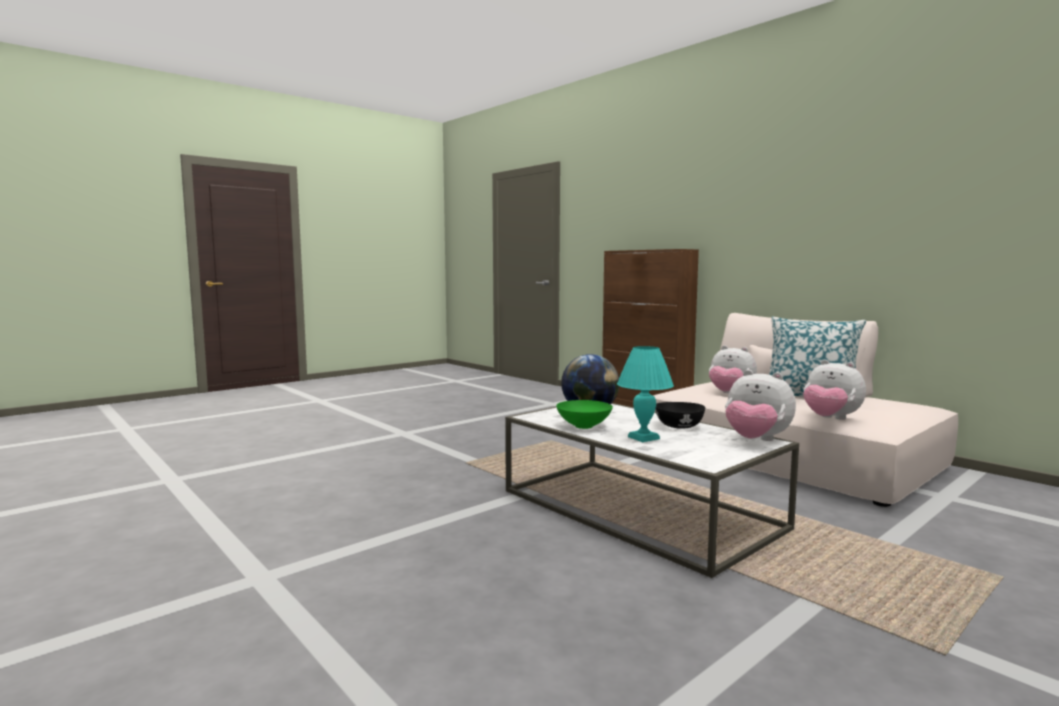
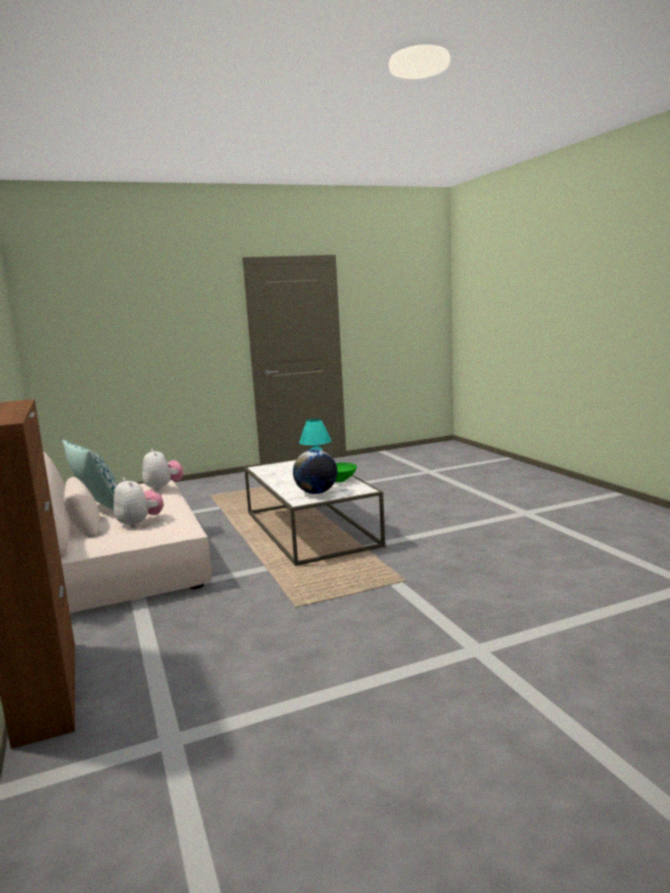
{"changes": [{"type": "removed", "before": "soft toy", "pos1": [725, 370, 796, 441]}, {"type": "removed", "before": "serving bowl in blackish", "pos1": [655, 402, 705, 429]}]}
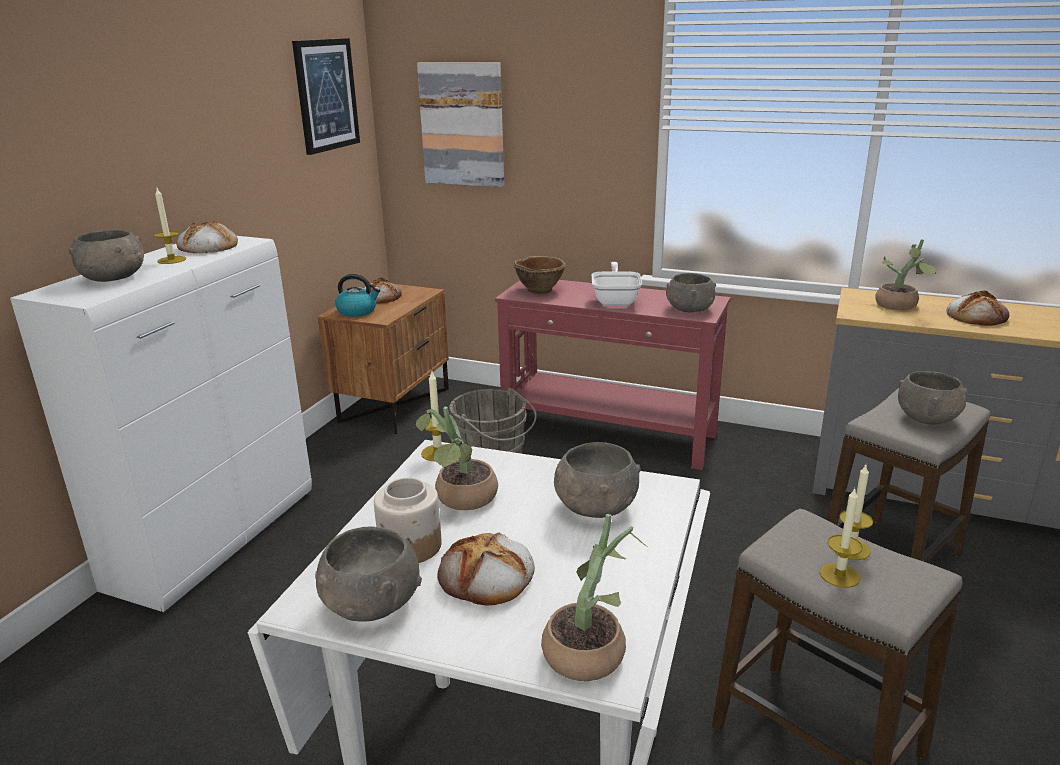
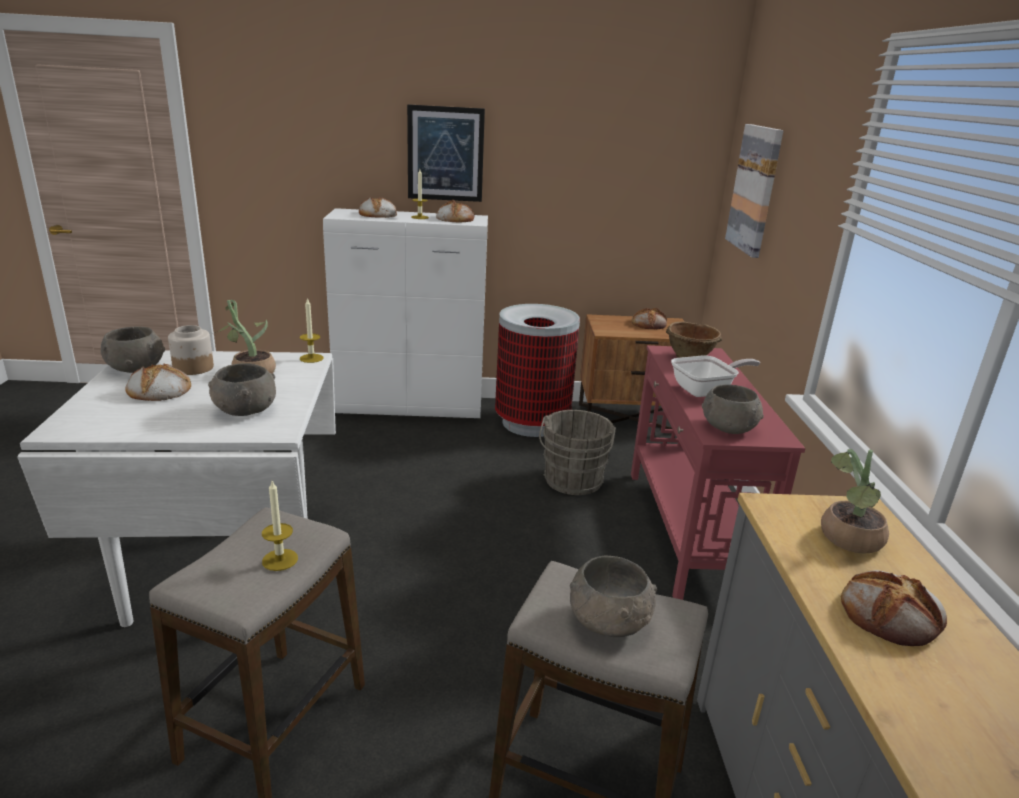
{"changes": [{"type": "moved", "before": "wall picture", "pos1": [292, 38, 360, 155], "pos2": [407, 104, 485, 202]}, {"type": "replaced", "before": "serving bowl in grey", "after": "baked bread", "pos1": [69, 230, 144, 282], "pos2": [359, 197, 397, 218]}, {"type": "removed", "before": "kettle", "pos1": [335, 274, 381, 317]}, {"type": "removed", "before": "candle", "pos1": [820, 488, 863, 588]}, {"type": "removed", "before": "houseplant", "pos1": [541, 514, 647, 681]}, {"type": "added", "after": "waste bin", "pos2": [495, 304, 580, 437]}]}
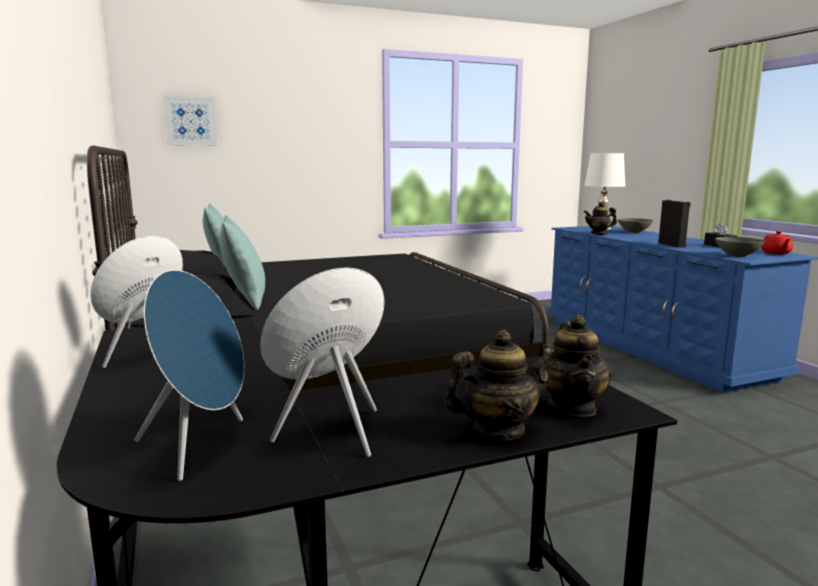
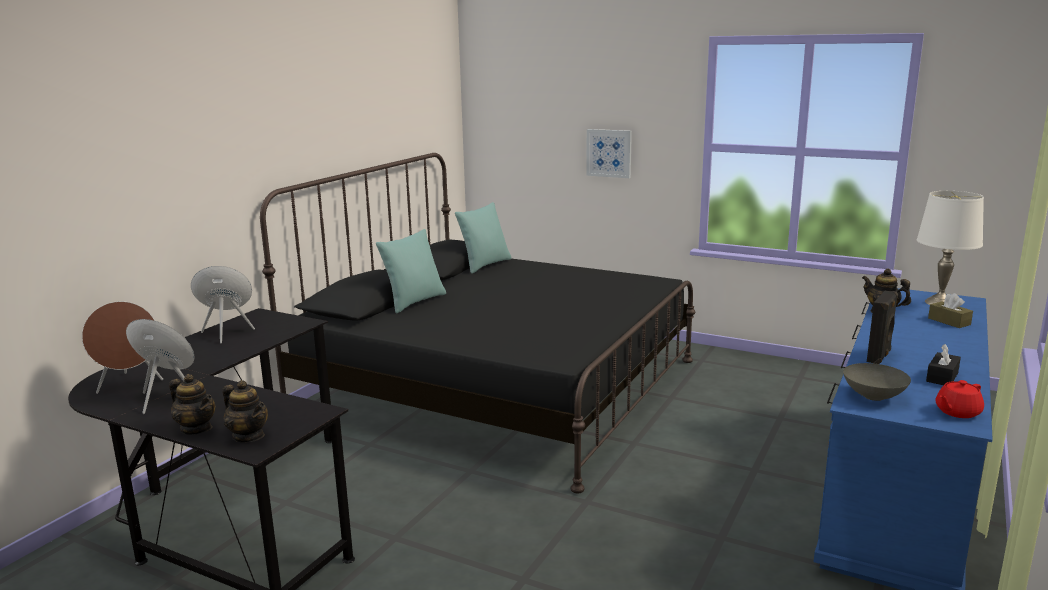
{"changes": [{"type": "moved", "before": "wall picture", "pos1": [163, 95, 217, 146], "pos2": [586, 129, 632, 178]}, {"type": "replaced", "before": "serving bowl in grey", "after": "box of tissues in brown-coloured", "pos1": [618, 218, 653, 233], "pos2": [928, 293, 973, 328]}, {"type": "recoloured", "before": "loudspeaker in blue", "after": "loudspeaker in brown-coloured", "pos1": [134, 270, 244, 481], "pos2": [82, 301, 163, 394]}, {"type": "turned", "before": "teapot", "pos1": [545, 315, 612, 417], "pos2": [223, 380, 268, 442], "turn": -105}]}
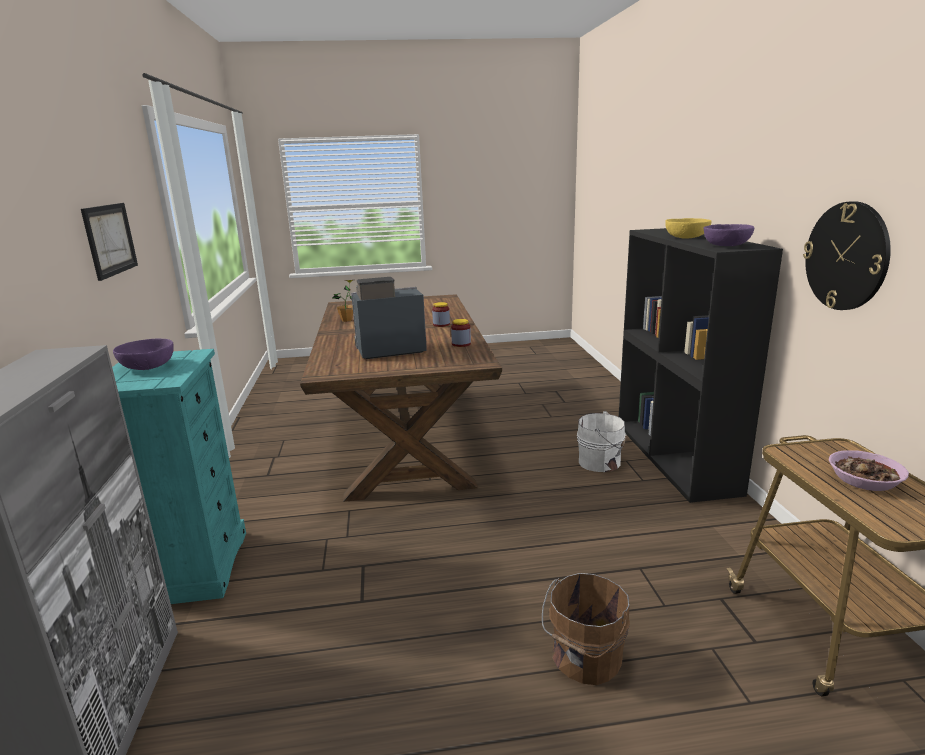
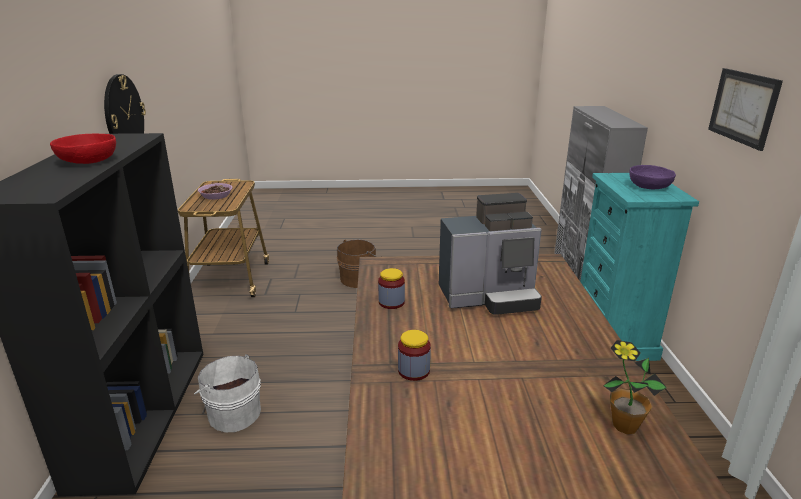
{"changes": [{"type": "recoloured", "before": "serving bowl in yellow", "after": "serving bowl in red", "pos1": [665, 218, 712, 239], "pos2": [50, 133, 116, 164]}, {"type": "removed", "before": "serving bowl in purplish", "pos1": [704, 224, 754, 246]}]}
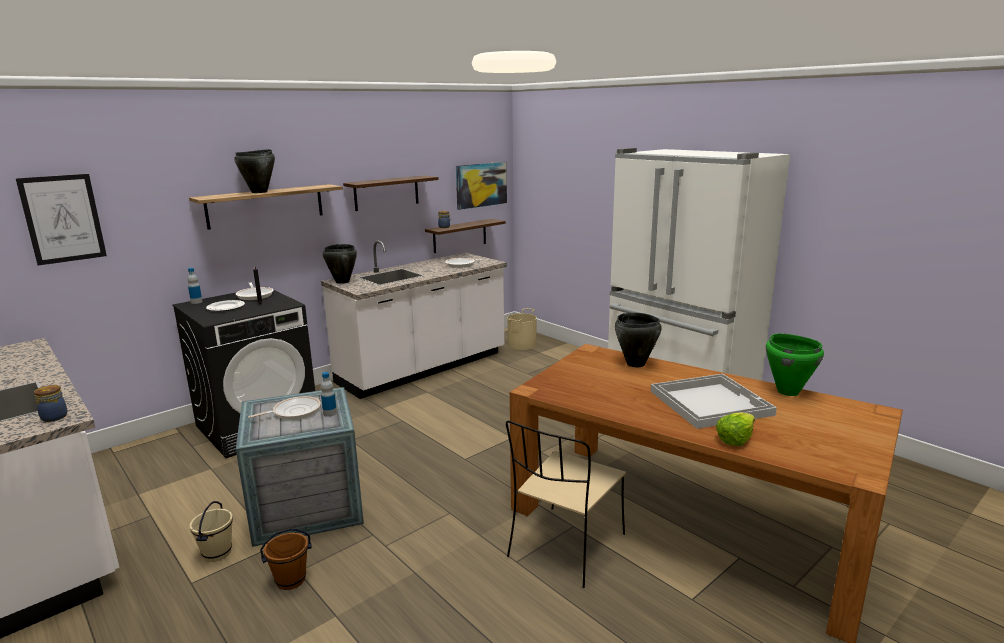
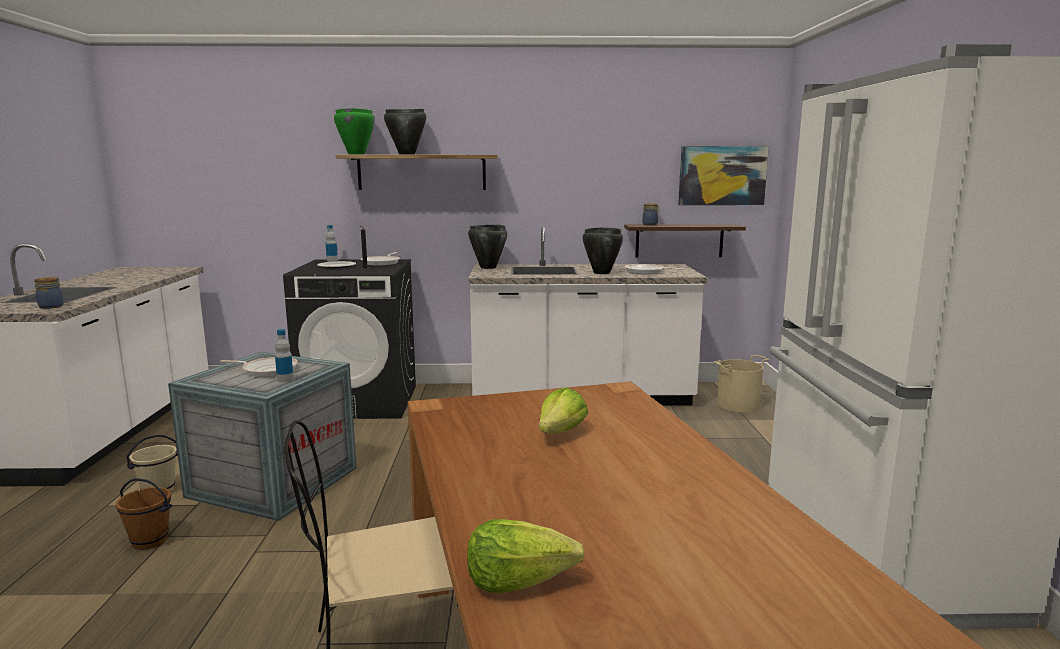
{"changes": [{"type": "removed", "before": "wall picture", "pos1": [16, 174, 107, 265]}, {"type": "removed", "before": "wall shelf", "pos1": [343, 175, 439, 211]}, {"type": "moved", "before": "cooking pot in blackish", "pos1": [615, 312, 662, 367], "pos2": [582, 227, 623, 274]}, {"type": "moved", "before": "cooking pot in green-coloured", "pos1": [766, 334, 824, 396], "pos2": [334, 108, 375, 155]}, {"type": "removed", "before": "tray in white", "pos1": [651, 374, 777, 429]}, {"type": "added", "after": "head of lettuce", "pos2": [539, 387, 588, 434]}]}
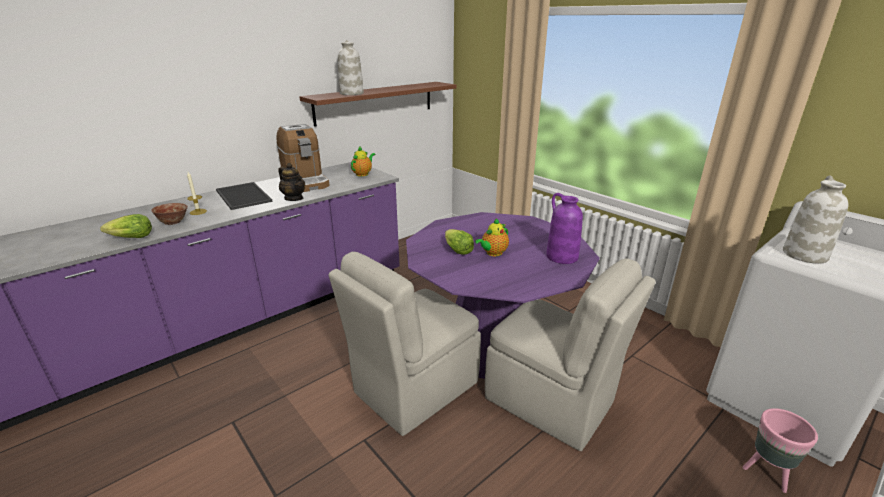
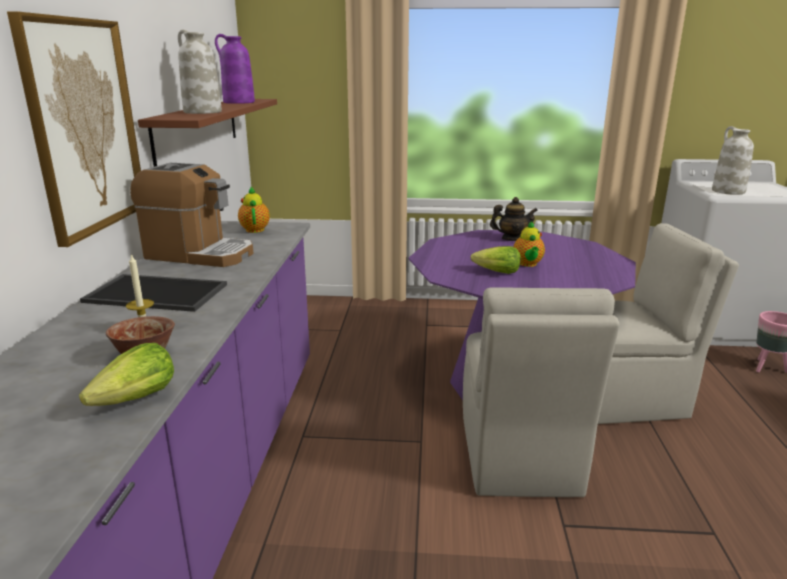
{"changes": [{"type": "moved", "before": "teapot", "pos1": [278, 163, 305, 201], "pos2": [490, 197, 538, 241]}, {"type": "moved", "before": "flower vase in purplish", "pos1": [546, 193, 583, 264], "pos2": [215, 34, 255, 104]}, {"type": "added", "after": "wall picture", "pos2": [7, 12, 141, 247]}]}
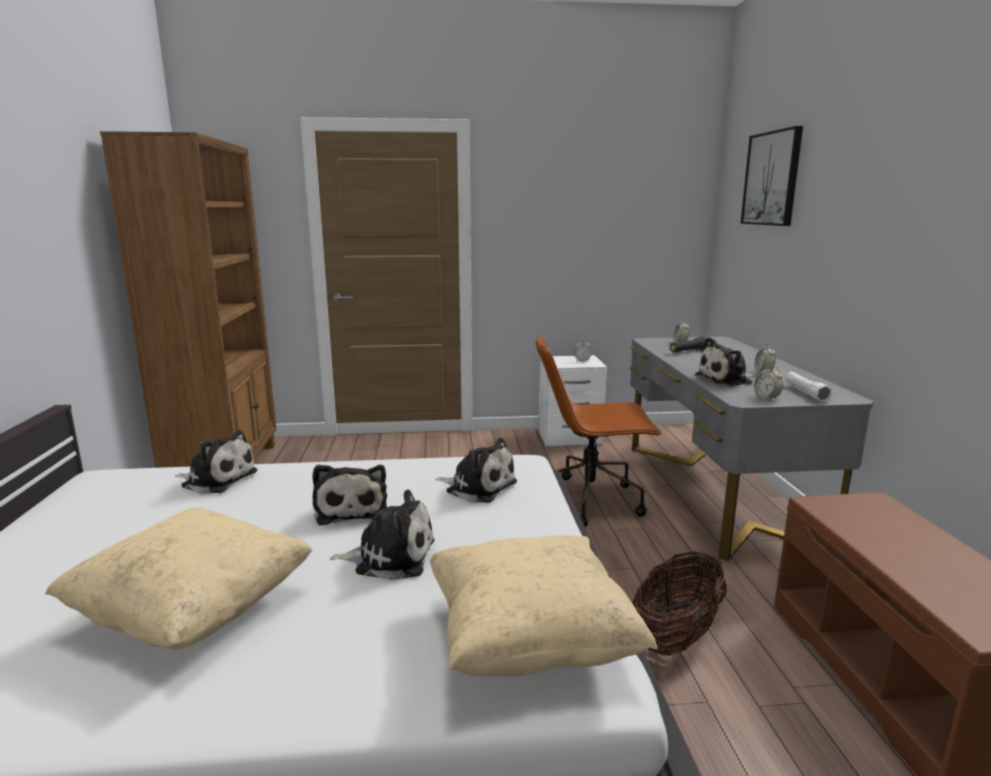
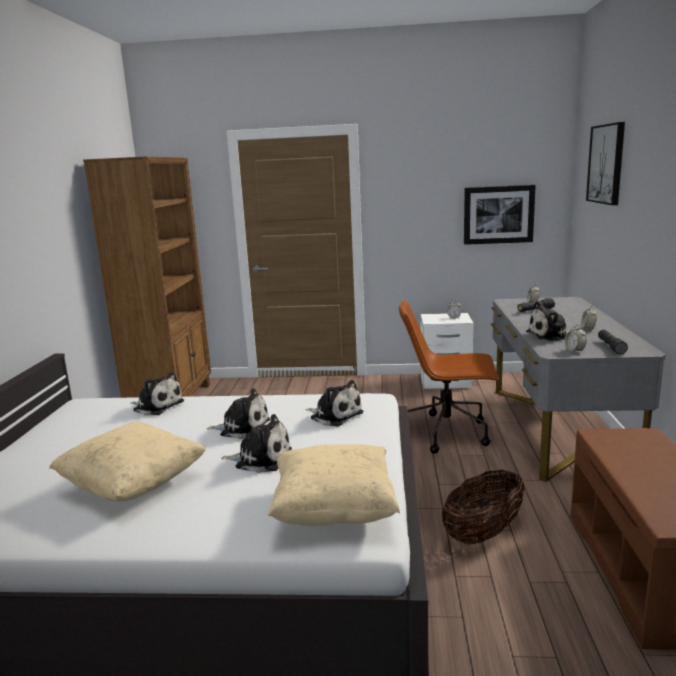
{"changes": [{"type": "recoloured", "before": "torch in white", "after": "torch in blackish", "pos1": [785, 372, 832, 401], "pos2": [598, 330, 628, 354]}, {"type": "turned", "before": "soft toy", "pos1": [313, 464, 387, 525], "pos2": [207, 388, 270, 439], "turn": -75}, {"type": "added", "after": "wall picture", "pos2": [464, 185, 536, 245]}]}
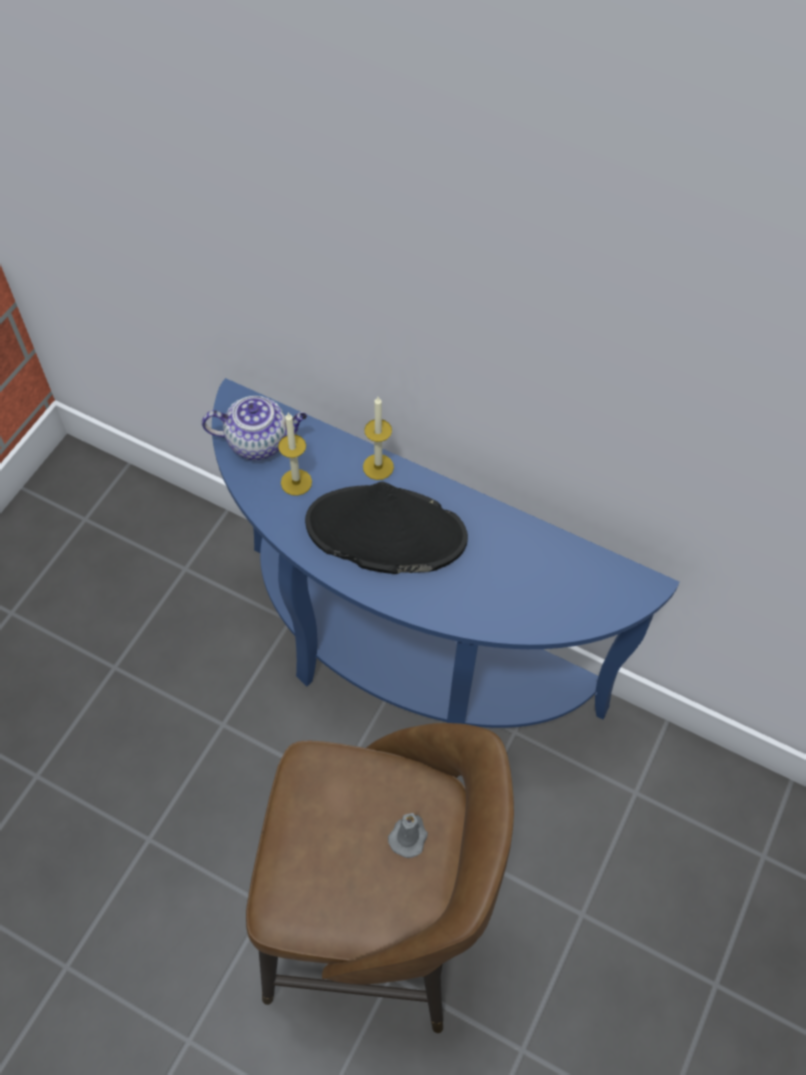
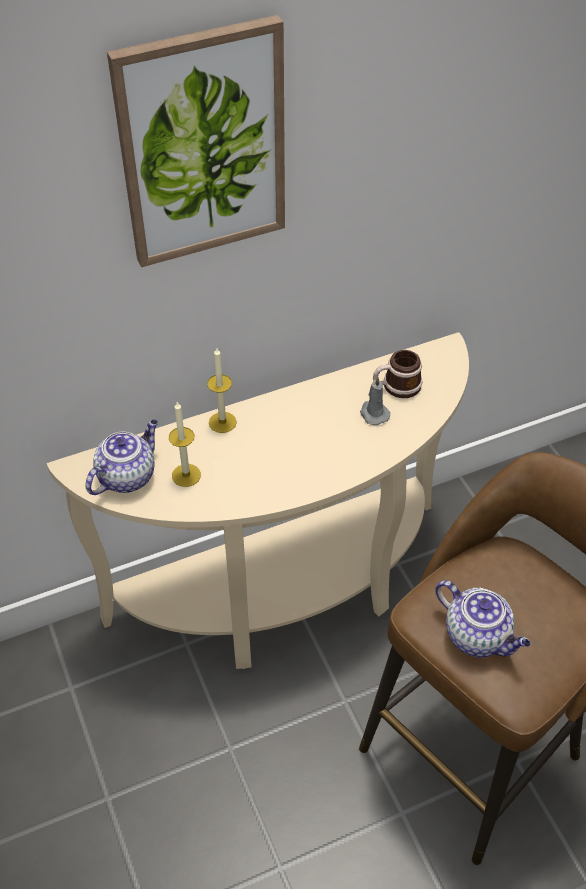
{"changes": [{"type": "recoloured", "before": "hall table in blue", "after": "hall table in sand-coloured", "pos1": [212, 378, 680, 728], "pos2": [47, 332, 469, 669]}, {"type": "removed", "before": "clothing hat in blackish", "pos1": [305, 482, 468, 574]}, {"type": "moved", "before": "candle in grey", "pos1": [388, 813, 428, 858], "pos2": [360, 376, 390, 425]}, {"type": "added", "after": "wall picture", "pos2": [107, 15, 285, 267]}, {"type": "added", "after": "mug", "pos2": [373, 350, 423, 398]}, {"type": "added", "after": "teapot", "pos2": [435, 580, 531, 658]}]}
